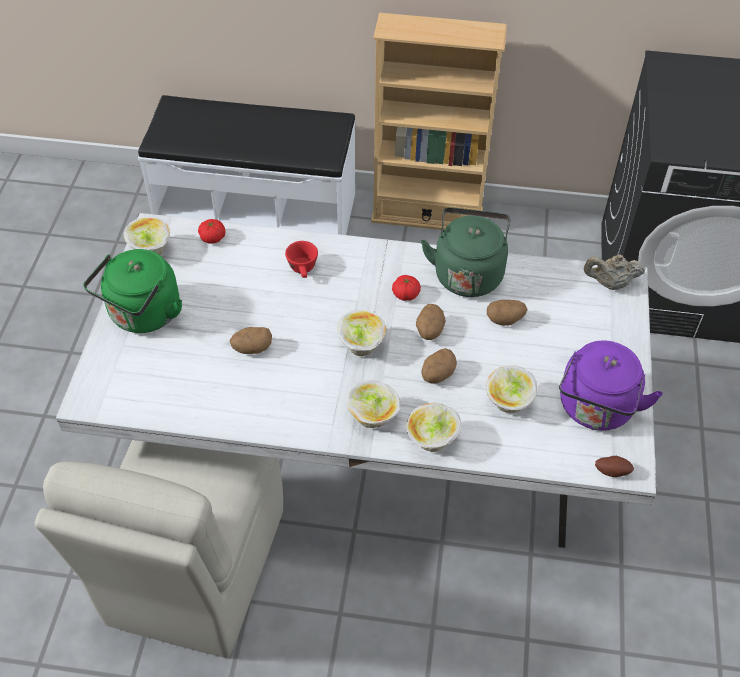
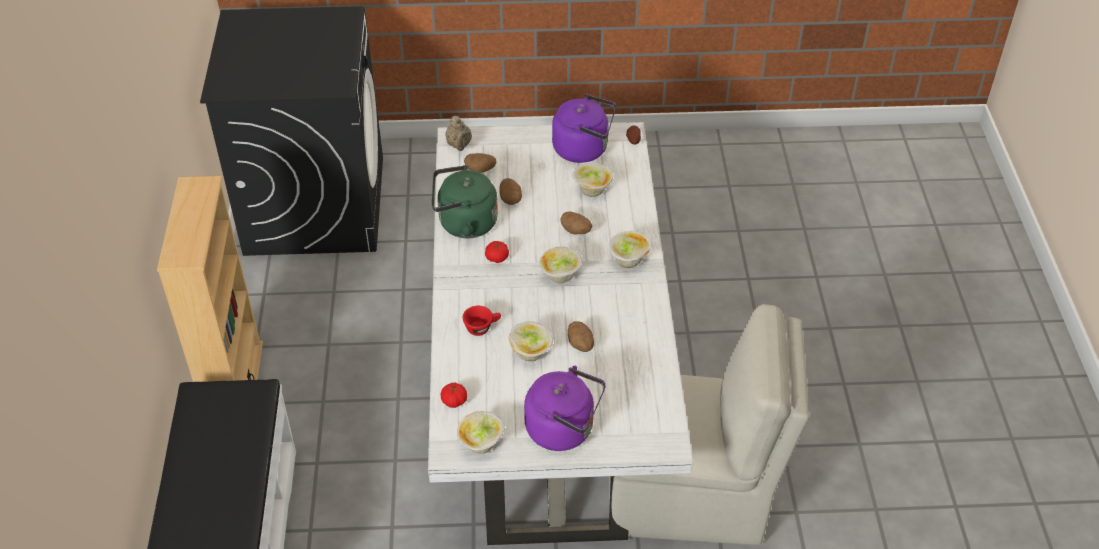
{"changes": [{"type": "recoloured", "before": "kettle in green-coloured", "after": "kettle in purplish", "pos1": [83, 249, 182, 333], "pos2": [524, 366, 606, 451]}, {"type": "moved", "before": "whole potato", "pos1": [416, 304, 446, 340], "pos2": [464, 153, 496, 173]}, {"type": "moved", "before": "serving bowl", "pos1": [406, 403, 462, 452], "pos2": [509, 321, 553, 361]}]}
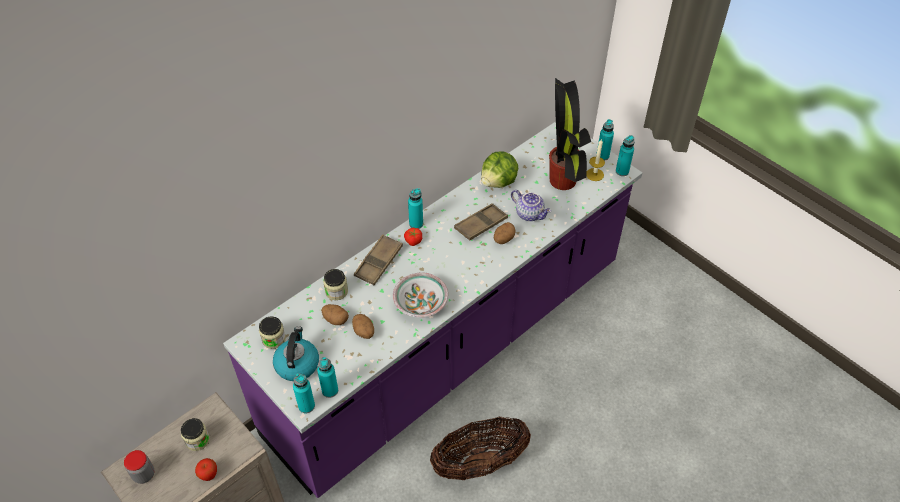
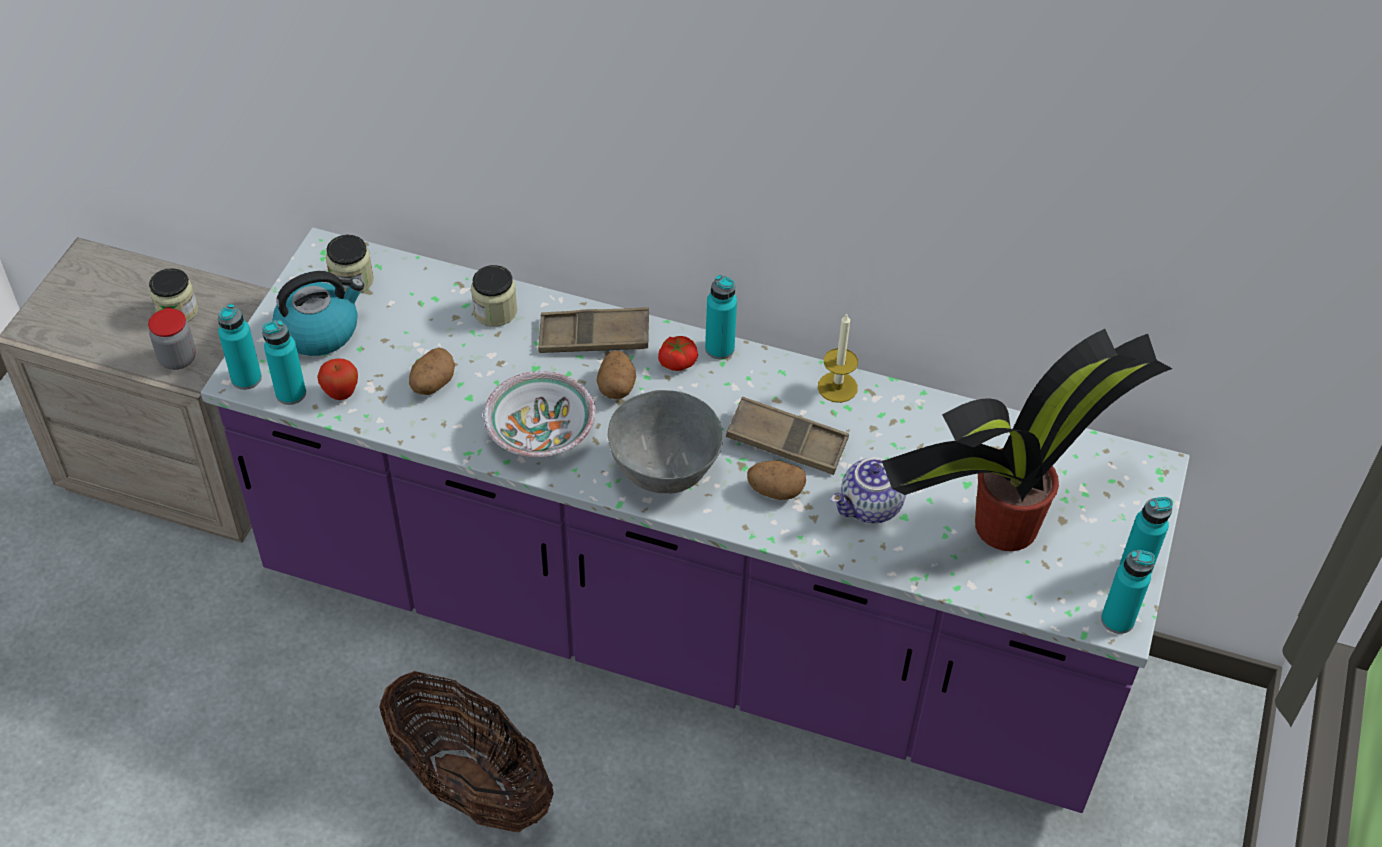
{"changes": [{"type": "moved", "before": "candle", "pos1": [587, 139, 605, 181], "pos2": [818, 313, 858, 403]}, {"type": "removed", "before": "head of lettuce", "pos1": [481, 151, 519, 188]}, {"type": "turned", "before": "teapot", "pos1": [511, 190, 551, 221], "pos2": [830, 457, 906, 523], "turn": 45}, {"type": "moved", "before": "whole potato", "pos1": [321, 304, 349, 325], "pos2": [596, 351, 636, 399]}, {"type": "moved", "before": "storage jar", "pos1": [124, 450, 154, 484], "pos2": [148, 308, 196, 370]}, {"type": "moved", "before": "whole apple", "pos1": [195, 458, 217, 481], "pos2": [317, 359, 358, 400]}, {"type": "added", "after": "serving bowl in grey", "pos2": [608, 390, 723, 493]}]}
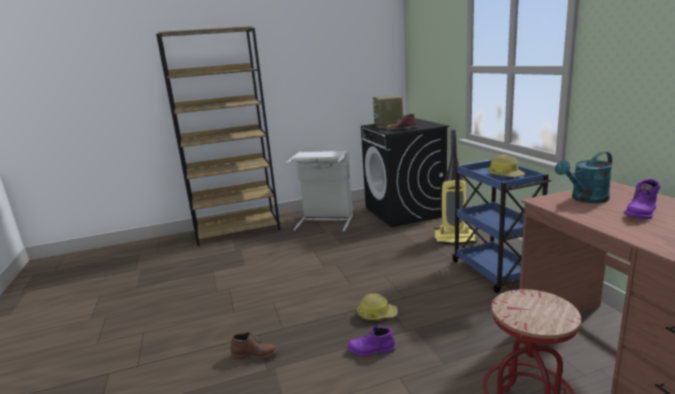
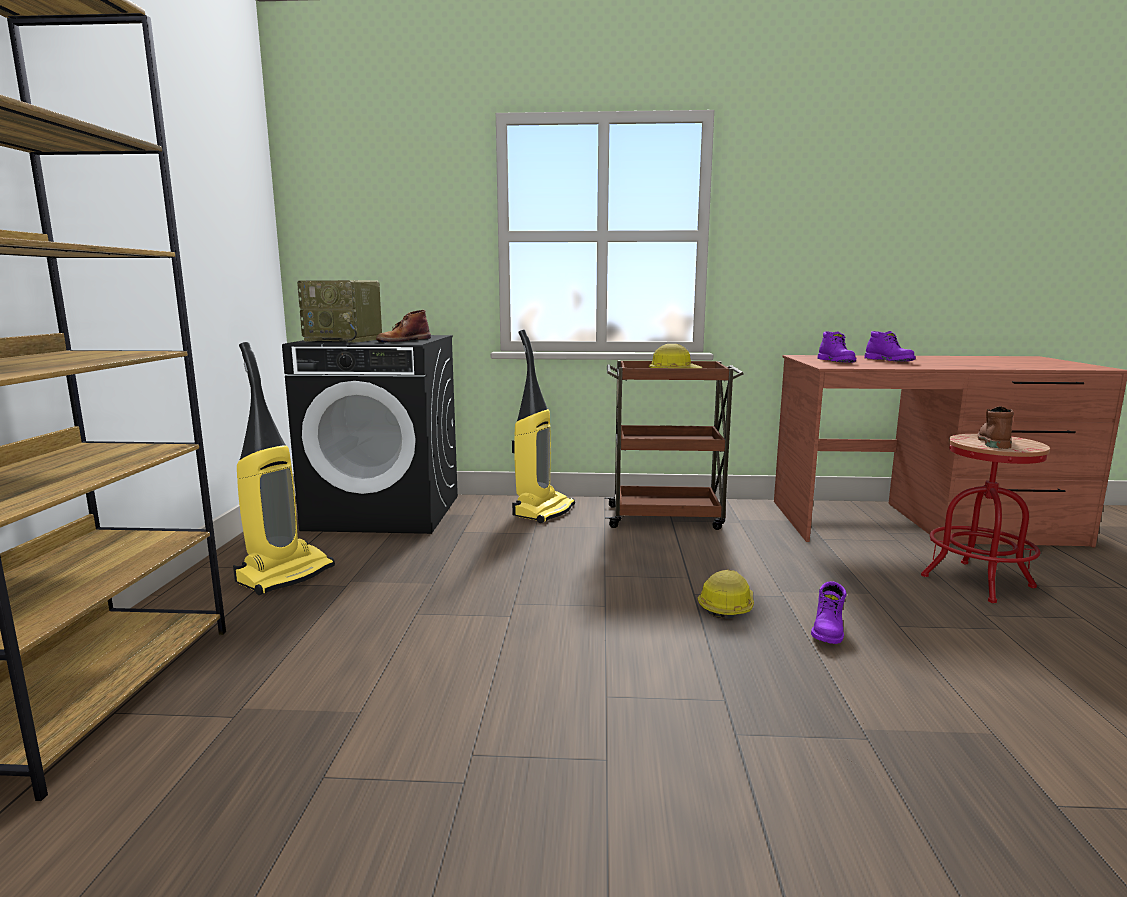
{"changes": [{"type": "replaced", "before": "hamper in grey", "after": "hoover", "pos1": [286, 150, 353, 231], "pos2": [233, 342, 335, 595]}, {"type": "replaced", "before": "watering can in turquoise-coloured", "after": "boot in purplish", "pos1": [555, 152, 612, 203], "pos2": [817, 331, 856, 363]}, {"type": "recoloured", "before": "cart in blue", "after": "cart in brown-coloured", "pos1": [451, 160, 552, 293], "pos2": [605, 360, 743, 530]}, {"type": "moved", "before": "boot in brown-coloured", "pos1": [231, 332, 278, 360], "pos2": [978, 406, 1014, 449]}]}
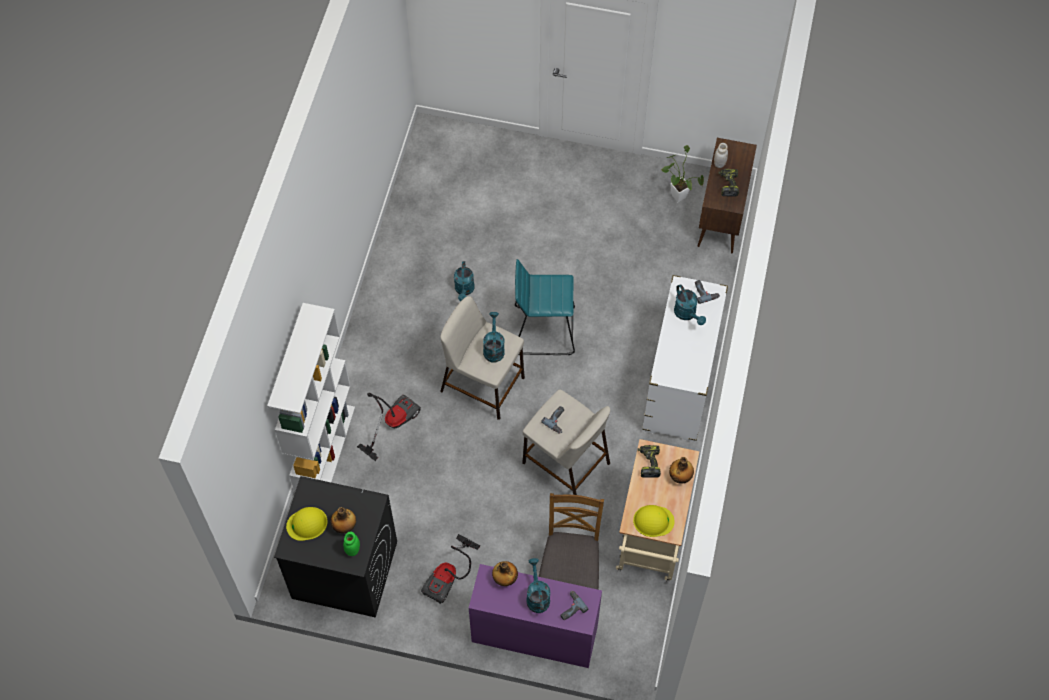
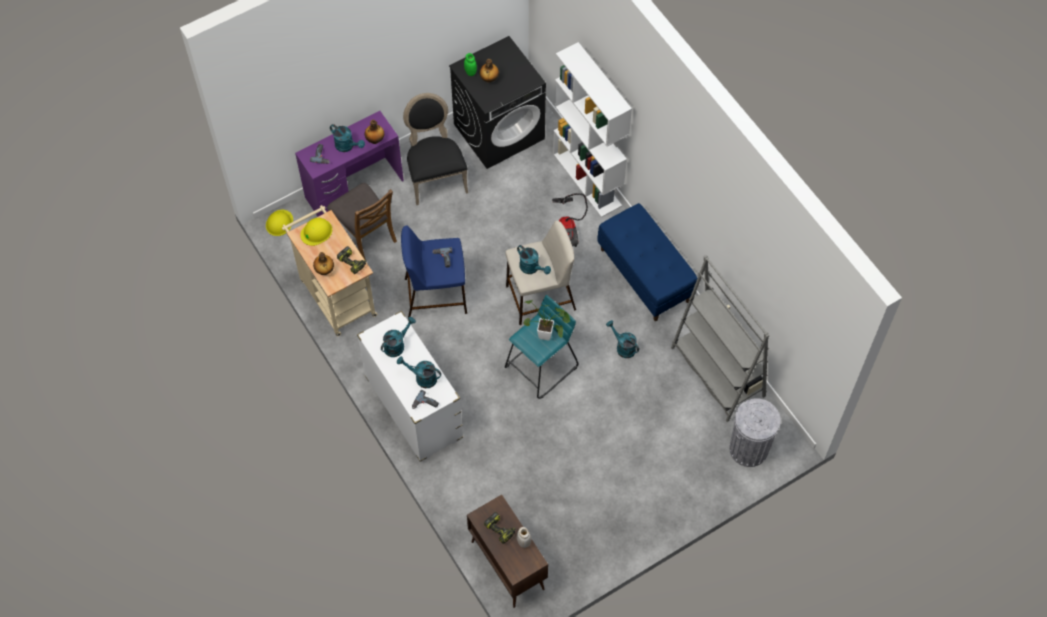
{"changes": [{"type": "moved", "before": "houseplant", "pos1": [661, 145, 704, 202], "pos2": [524, 300, 570, 341]}, {"type": "recoloured", "before": "stool in sand-coloured", "after": "stool in blue", "pos1": [522, 389, 610, 495], "pos2": [401, 225, 467, 318]}, {"type": "moved", "before": "hard hat in yellow", "pos1": [286, 507, 328, 541], "pos2": [266, 210, 293, 236]}, {"type": "replaced", "before": "hoover", "after": "plain chair in blackish", "pos1": [421, 534, 480, 604], "pos2": [403, 93, 468, 205]}, {"type": "added", "after": "indoor bench in blue", "pos2": [597, 203, 697, 321]}, {"type": "added", "after": "bookcase in grey", "pos2": [671, 255, 770, 422]}, {"type": "added", "after": "watering can in turquoise-coloured", "pos2": [381, 317, 416, 357]}, {"type": "added", "after": "waste bin in grey", "pos2": [729, 398, 781, 467]}]}
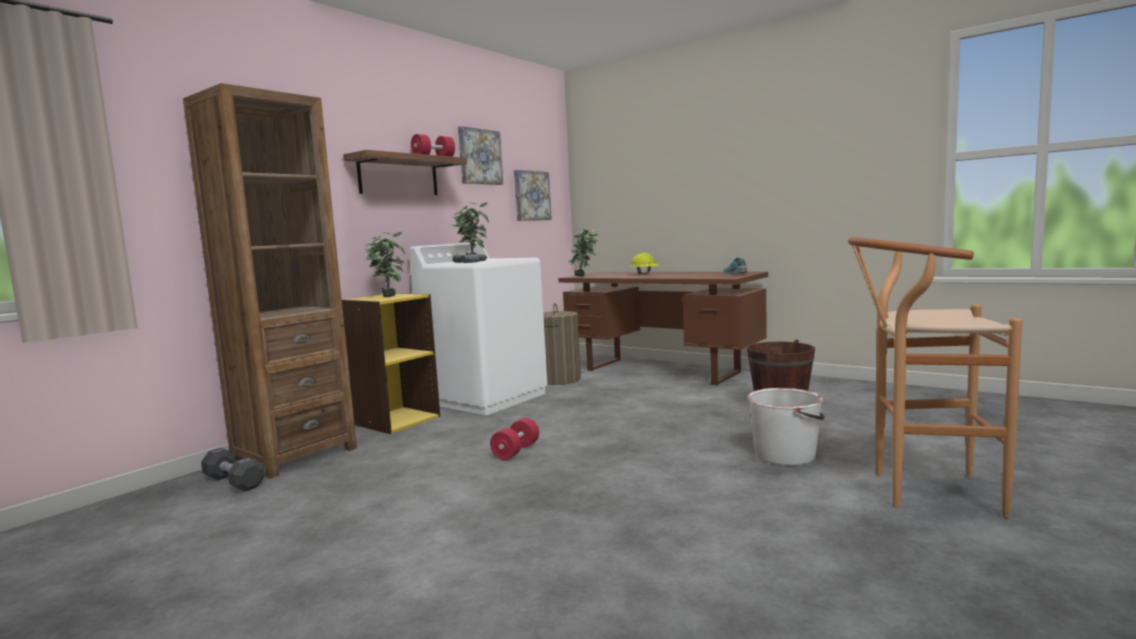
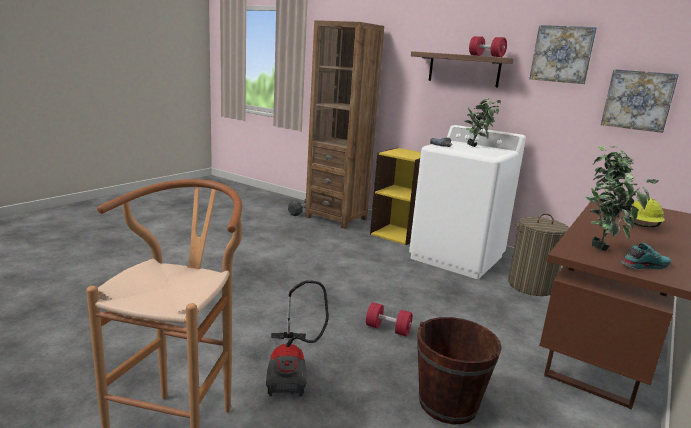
{"changes": [{"type": "moved", "before": "houseplant", "pos1": [365, 232, 405, 297], "pos2": [586, 174, 659, 251]}, {"type": "replaced", "before": "pail in white", "after": "hoover", "pos1": [747, 388, 825, 466], "pos2": [266, 280, 329, 396]}, {"type": "moved", "before": "dumbbell in red", "pos1": [490, 418, 539, 460], "pos2": [366, 302, 413, 336]}]}
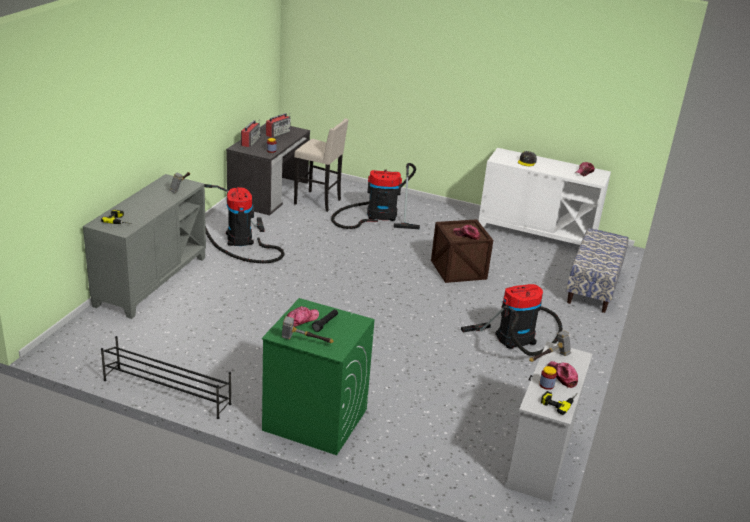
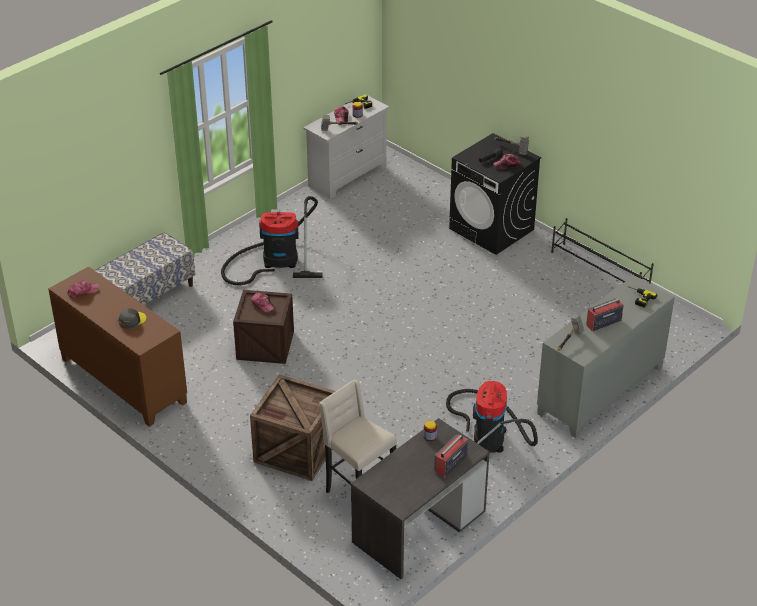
{"changes": [{"type": "moved", "before": "radio", "pos1": [266, 113, 291, 138], "pos2": [586, 299, 624, 332]}, {"type": "recoloured", "before": "cupboard in white", "after": "cupboard in brown-coloured", "pos1": [479, 148, 611, 245], "pos2": [48, 267, 187, 427]}, {"type": "replaced", "before": "hoover", "after": "packing crate", "pos1": [331, 163, 420, 229], "pos2": [250, 374, 336, 481]}, {"type": "recoloured", "before": "laundry machine in green-coloured", "after": "laundry machine in blackish", "pos1": [262, 298, 375, 455], "pos2": [449, 133, 541, 255]}]}
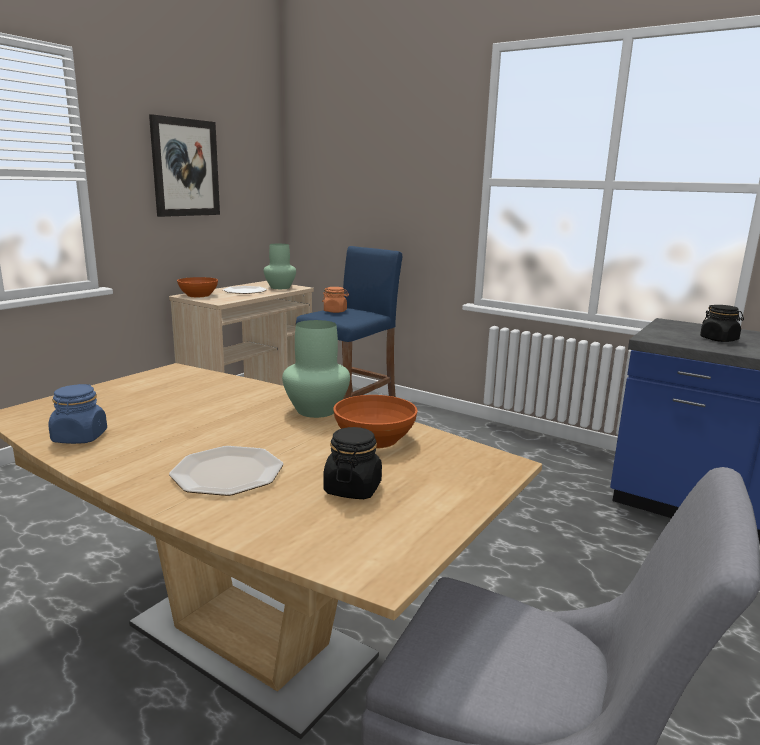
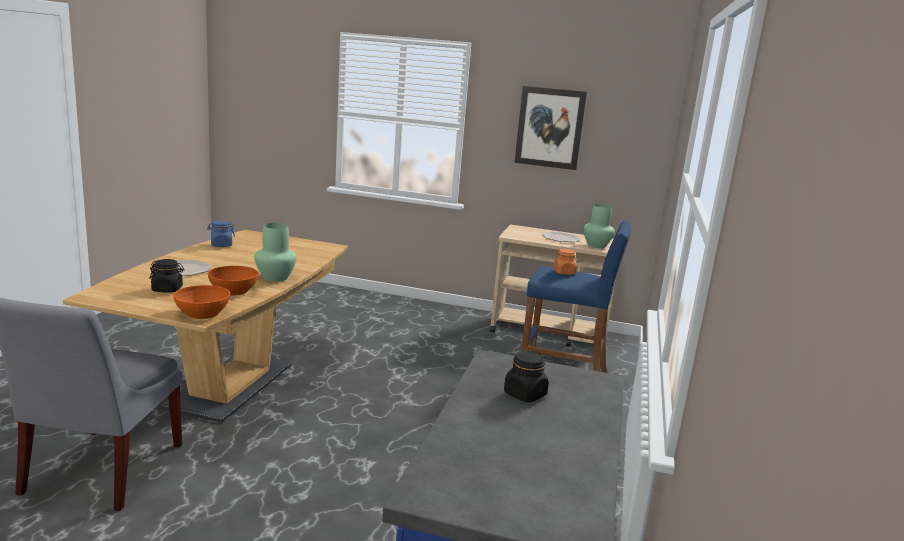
{"changes": [{"type": "moved", "before": "serving bowl in orange", "pos1": [177, 277, 218, 297], "pos2": [173, 285, 230, 319]}]}
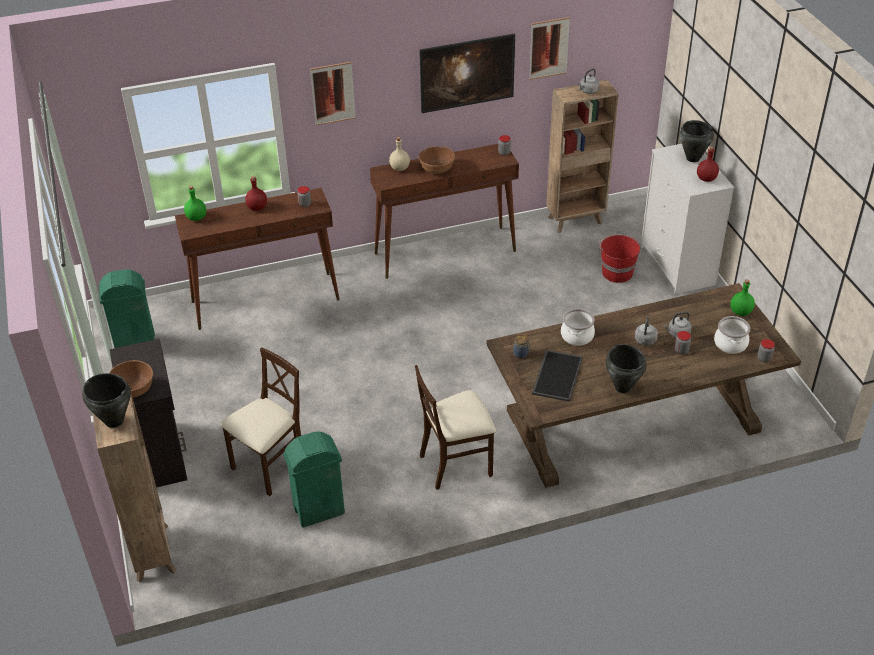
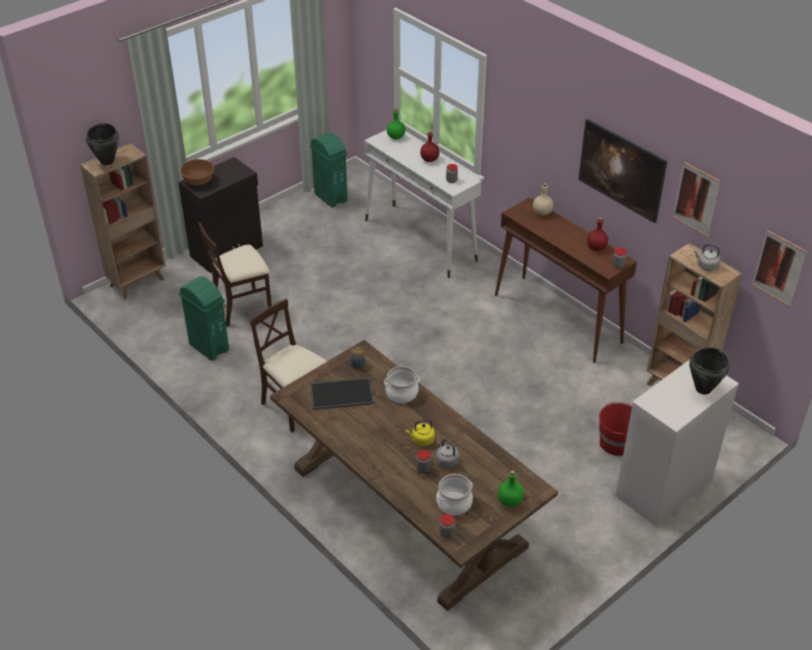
{"changes": [{"type": "moved", "before": "wall picture", "pos1": [310, 62, 356, 126], "pos2": [752, 230, 807, 307]}, {"type": "removed", "before": "serving bowl in brown-coloured", "pos1": [419, 146, 455, 174]}, {"type": "moved", "before": "bottle in red", "pos1": [697, 147, 719, 182], "pos2": [587, 217, 608, 251]}, {"type": "recoloured", "before": "hall table in brown-coloured", "after": "hall table in white", "pos1": [175, 188, 340, 330], "pos2": [364, 130, 481, 278]}, {"type": "recoloured", "before": "kettle in grey", "after": "kettle in yellow", "pos1": [635, 316, 658, 345], "pos2": [405, 419, 435, 446]}, {"type": "removed", "before": "cooking pot in blackish", "pos1": [606, 344, 647, 393]}, {"type": "turned", "before": "plain chair in sand-coloured", "pos1": [220, 348, 301, 496], "pos2": [199, 222, 272, 327], "turn": 135}]}
